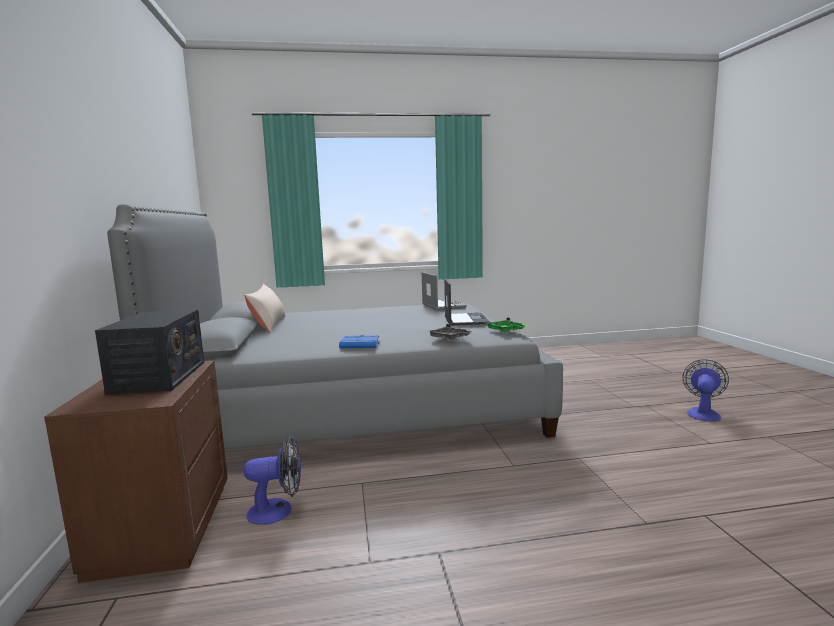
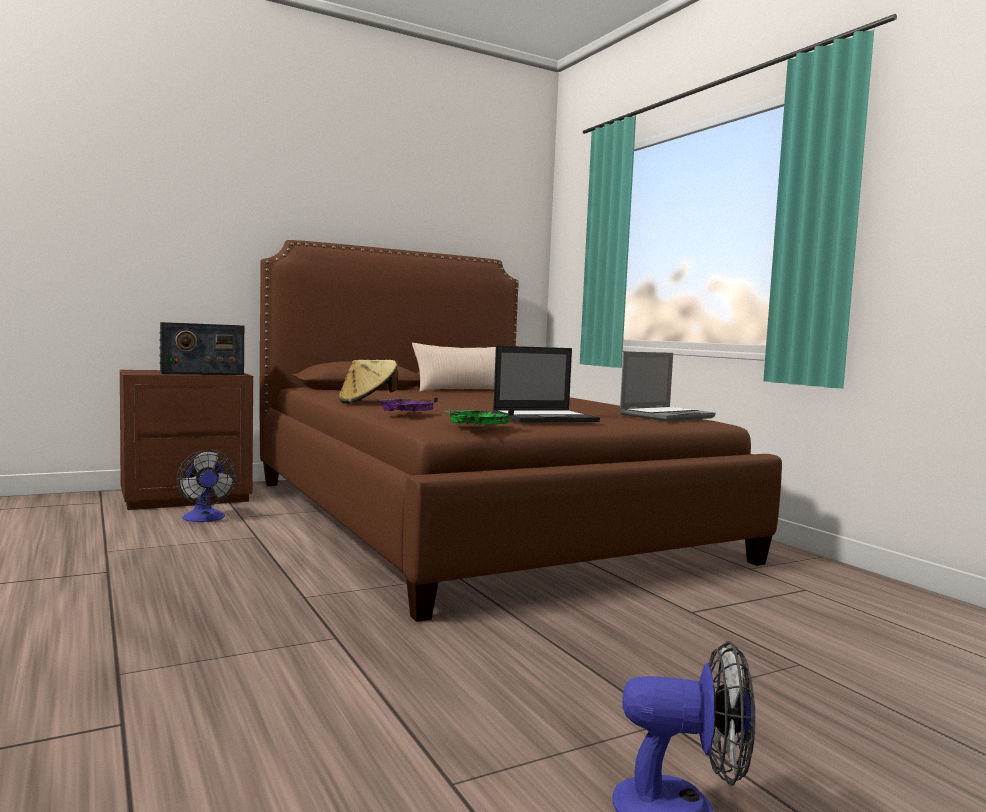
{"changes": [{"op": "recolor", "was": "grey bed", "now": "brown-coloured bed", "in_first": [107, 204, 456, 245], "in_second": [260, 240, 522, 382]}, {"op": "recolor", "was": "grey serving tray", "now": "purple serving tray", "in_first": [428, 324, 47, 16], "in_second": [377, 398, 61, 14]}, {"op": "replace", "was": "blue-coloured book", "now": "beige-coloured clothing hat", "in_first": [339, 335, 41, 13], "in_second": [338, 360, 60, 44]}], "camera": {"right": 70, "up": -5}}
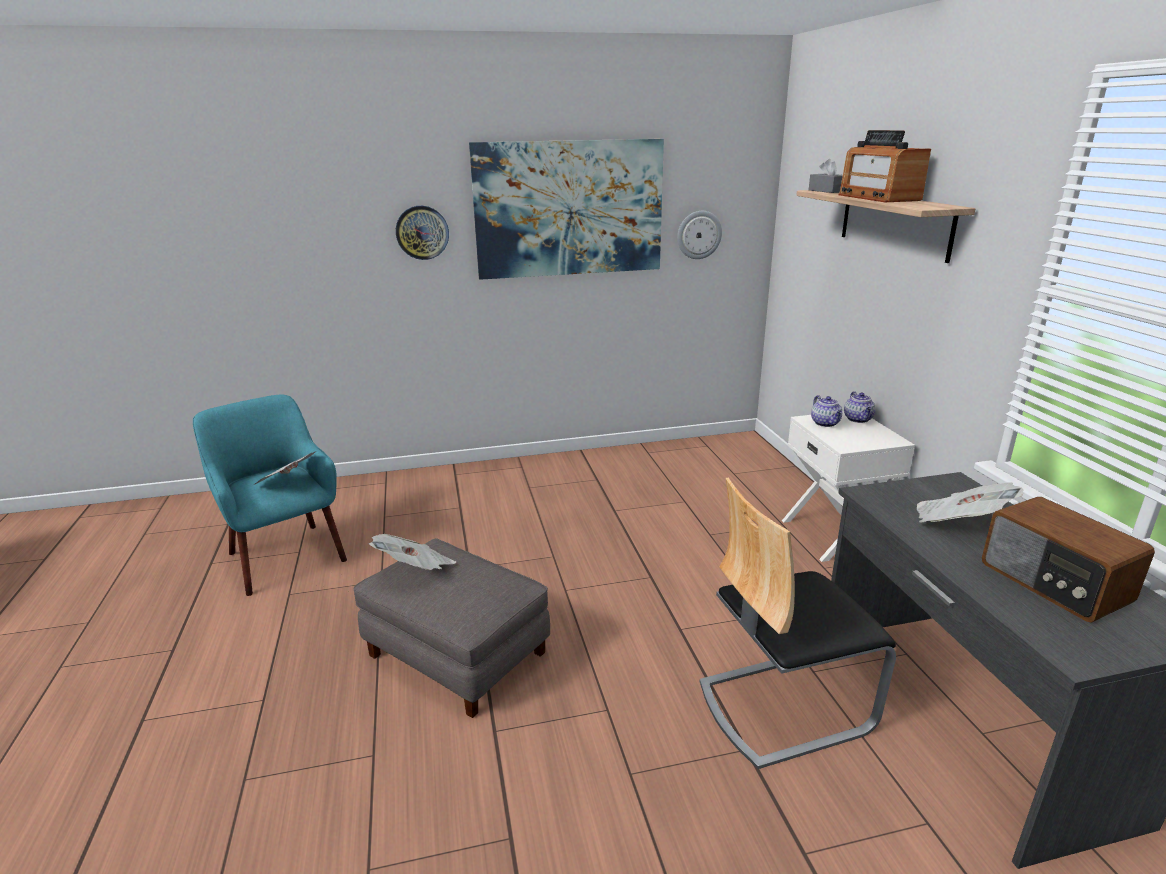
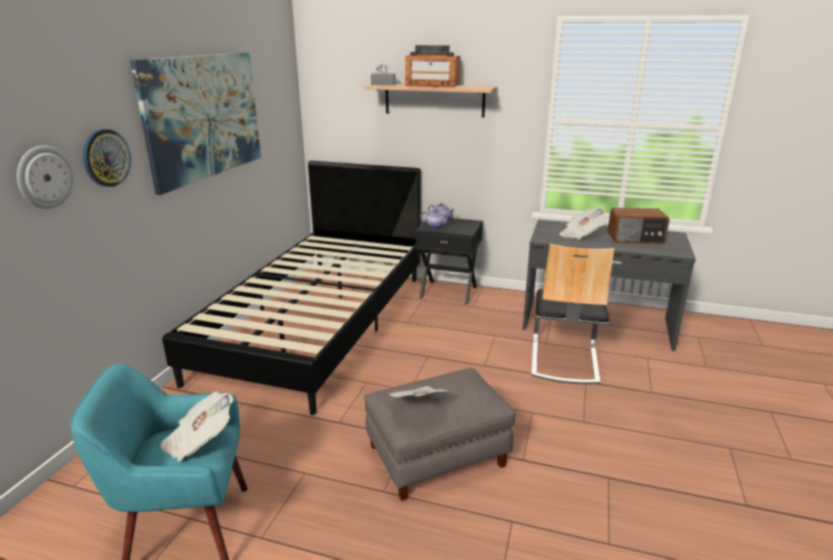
{"changes": [{"op": "move", "was": "hanging clock", "in_first": [677, 211, 45, 48], "in_second": [17, 145, 57, 64]}, {"op": "recolor", "was": "white-coloured bedside table", "now": "blackish bedside table", "in_first": [782, 411, 133, 151], "in_second": [416, 218, 67, 87]}, {"op": "insert", "now": "blackish bed", "in_second": [162, 161, 258, 254]}], "camera": {"right": -60, "up": 0}}
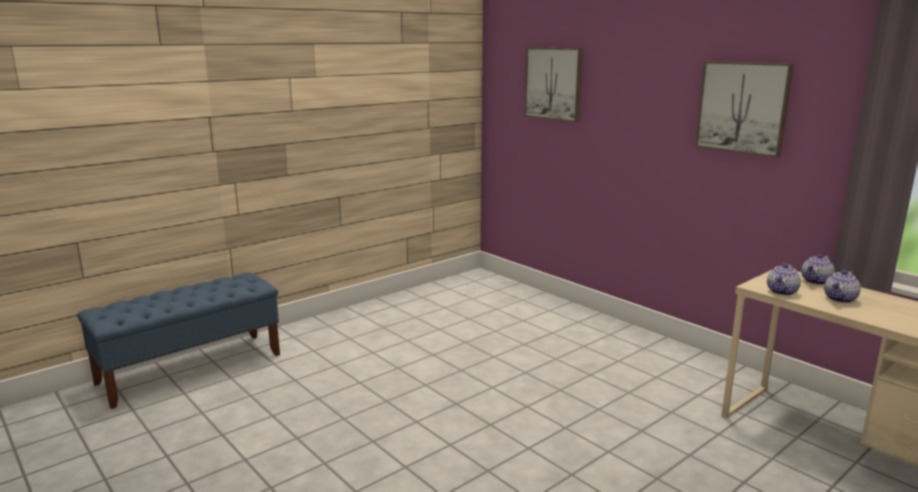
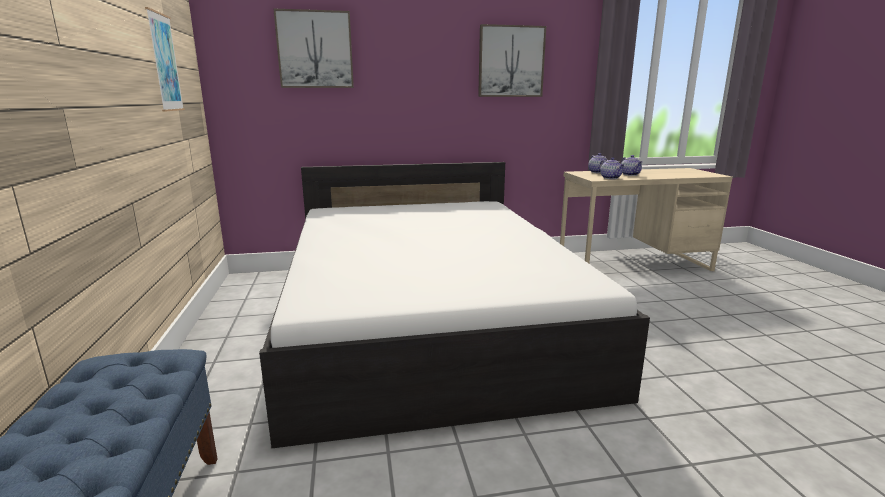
{"changes": [{"op": "insert", "now": "wall art", "in_second": [145, 7, 40, 105]}, {"op": "insert", "now": "white-coloured bed", "in_second": [259, 162, 391, 286]}], "camera": {"right": -60, "up": 0}}
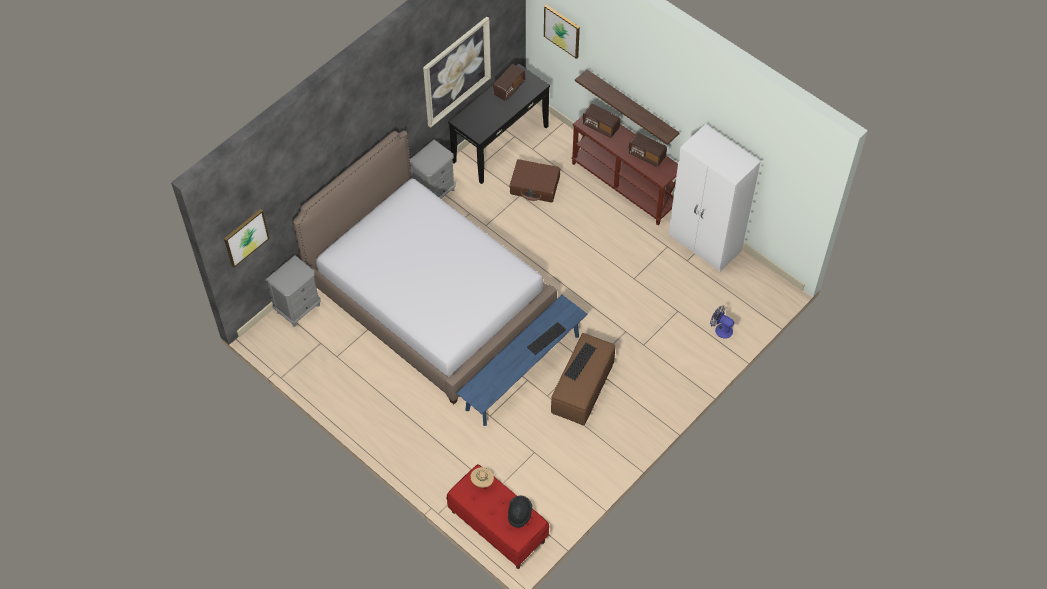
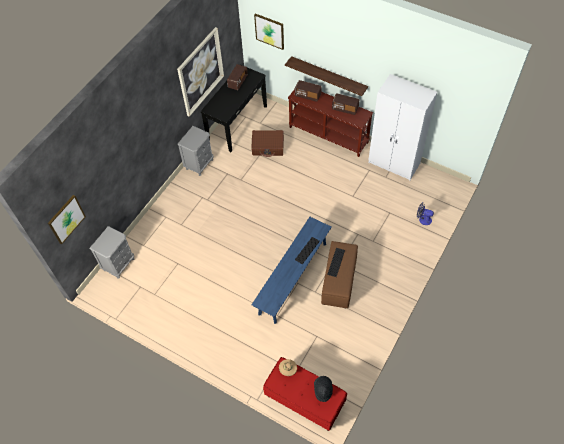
{"changes": [{"op": "delete", "was": "bed", "in_first": [293, 131, 264, 274]}], "camera": {"right": -10, "up": 0}}
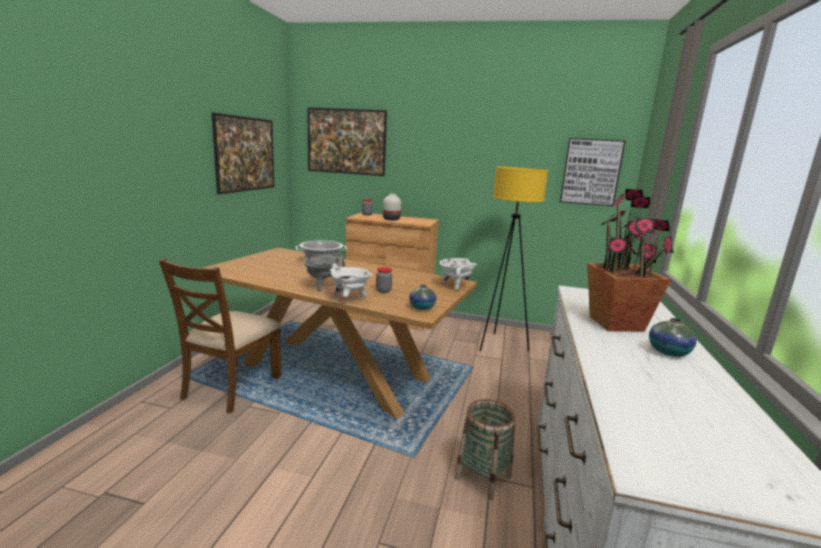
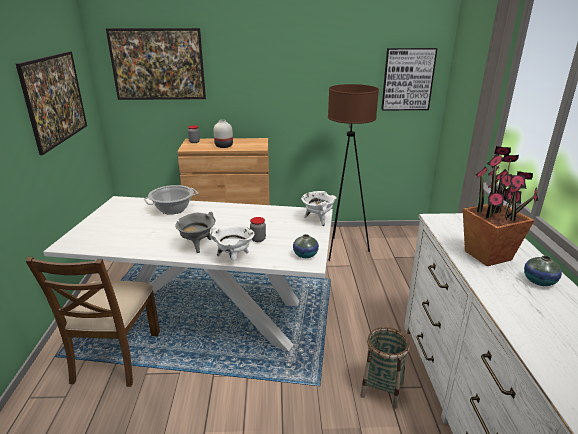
{"changes": [{"op": "recolor", "was": "yellow-coloured floor lamp", "now": "brown-coloured floor lamp", "in_first": [479, 167, 69, 184], "in_second": [328, 84, 51, 177]}, {"op": "recolor", "was": "brown-coloured kitchen table", "now": "white-coloured kitchen table", "in_first": [204, 248, 273, 171], "in_second": [43, 196, 290, 155]}], "camera": {"right": -15, "up": 10}}
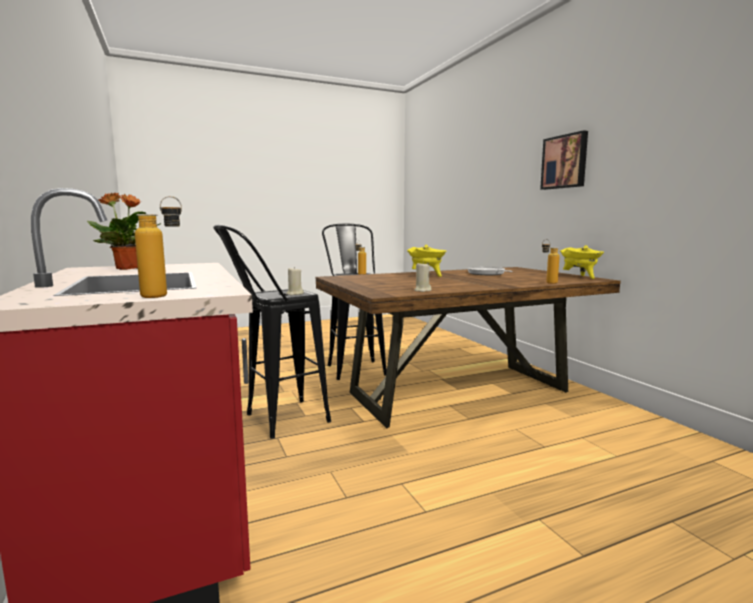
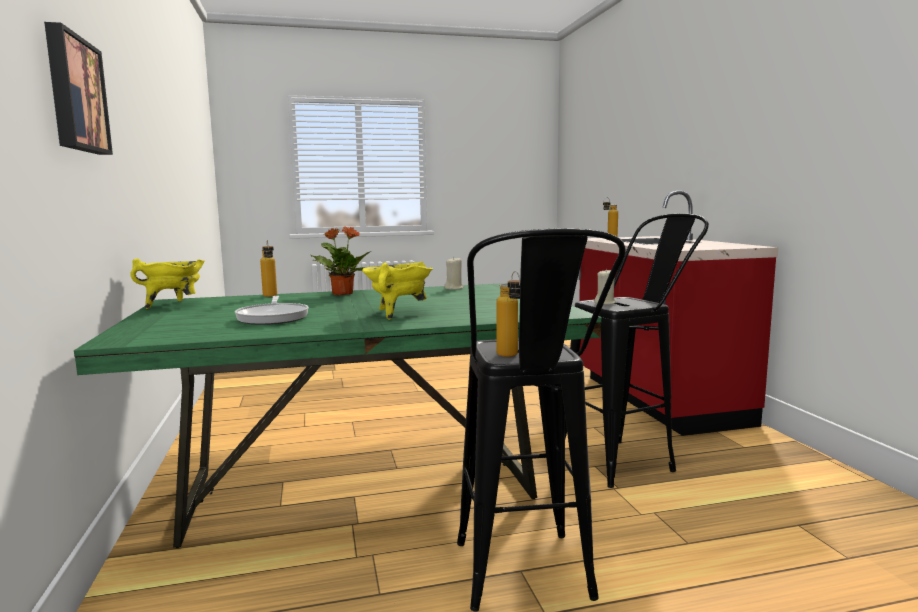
{"changes": [{"op": "move", "was": "plant in a pot", "in_first": [87, 193, 74, 77], "in_second": [311, 226, 60, 69]}, {"op": "recolor", "was": "brown-coloured kitchen table", "now": "green kitchen table", "in_first": [316, 267, 305, 161], "in_second": [74, 283, 527, 265]}], "camera": {"right": -170, "up": 0}}
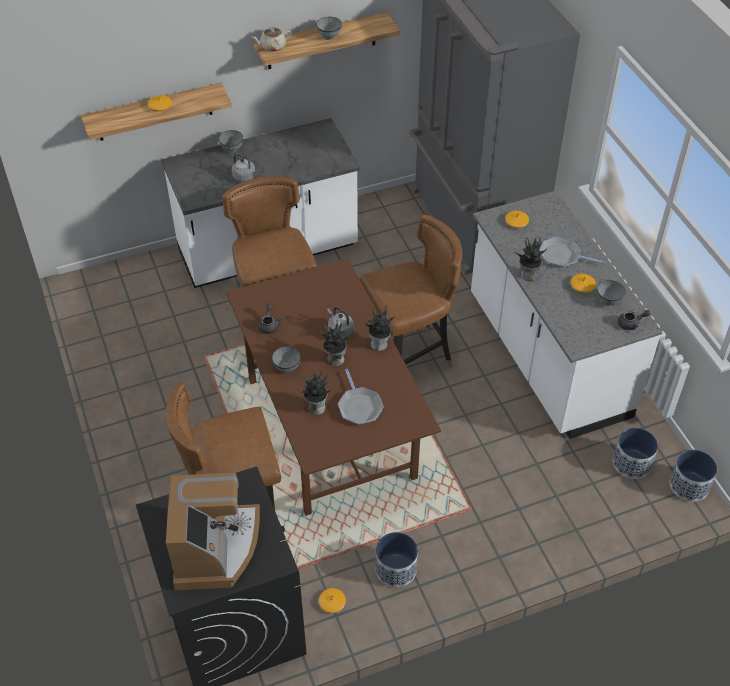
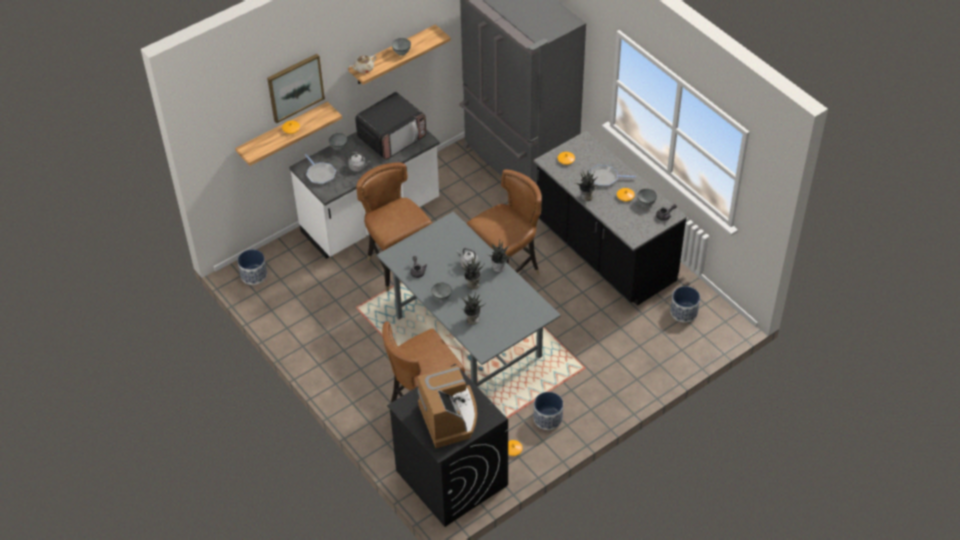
{"changes": [{"op": "recolor", "was": "white-coloured kitchen counter", "now": "blackish kitchen counter", "in_first": [471, 191, 191, 248], "in_second": [534, 131, 153, 175]}, {"op": "recolor", "was": "brown-coloured kitchen table", "now": "grey kitchen table", "in_first": [226, 258, 215, 258], "in_second": [377, 211, 184, 176]}, {"op": "move", "was": "skillet", "in_first": [338, 369, 46, 56], "in_second": [305, 154, 31, 31]}, {"op": "move", "was": "planter", "in_first": [670, 450, 47, 52], "in_second": [237, 249, 30, 36]}, {"op": "insert", "now": "wall art", "in_second": [267, 54, 58, 69]}, {"op": "insert", "now": "microwave oven", "in_second": [355, 92, 71, 68]}], "camera": {"right": -15, "up": 0}}
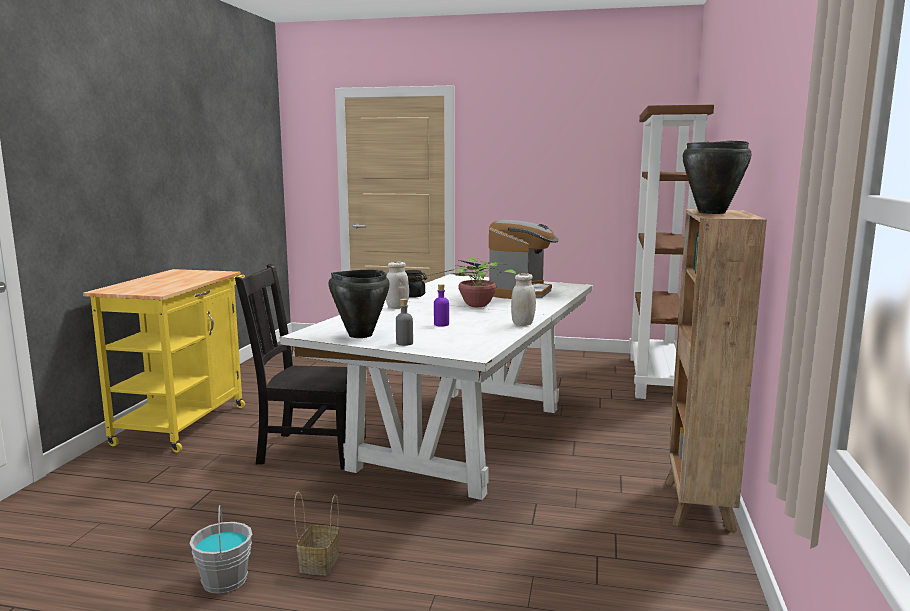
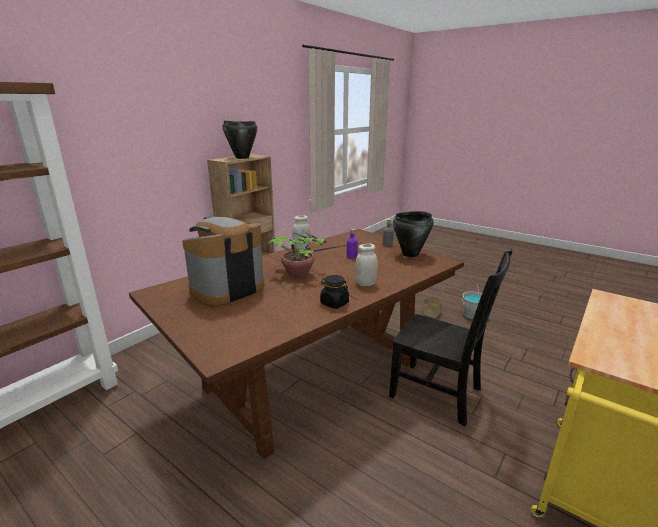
{"changes": [{"op": "recolor", "was": "white-coloured kitchen table", "now": "brown-coloured kitchen table", "in_first": [280, 274, 313, 226], "in_second": [129, 229, 335, 230]}], "camera": {"right": -155, "up": 10}}
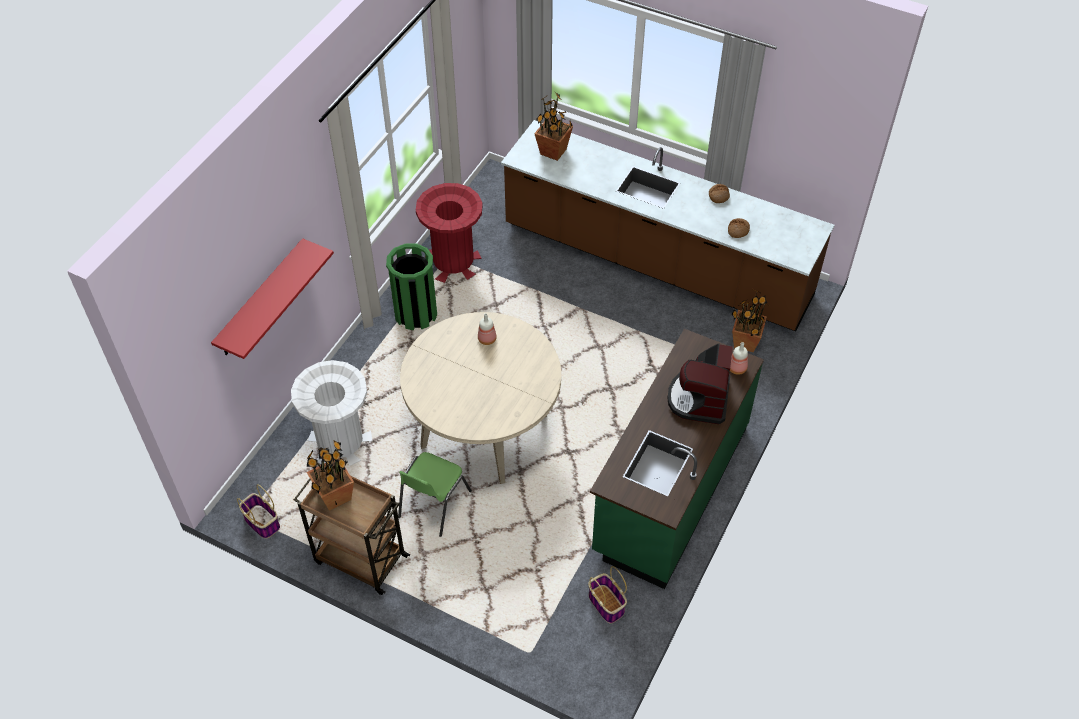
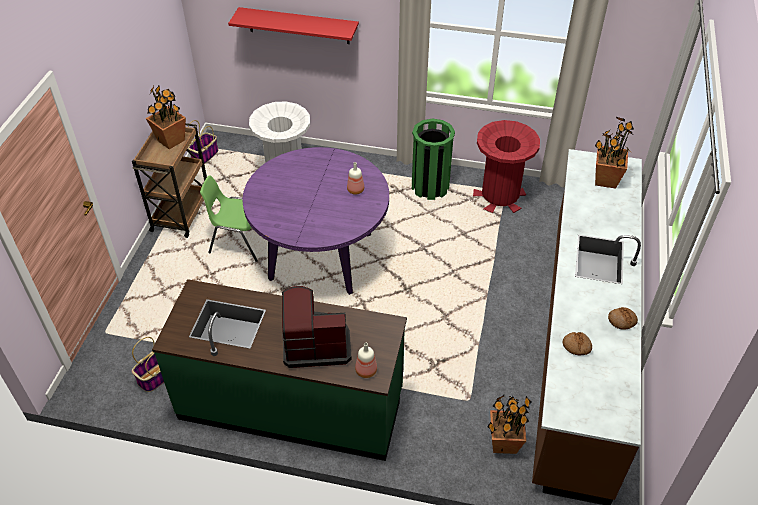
{"changes": [{"op": "recolor", "was": "beige-coloured kitchen table", "now": "purple kitchen table", "in_first": [400, 312, 161, 172], "in_second": [243, 147, 146, 148]}], "camera": {"right": 75, "up": -5}}
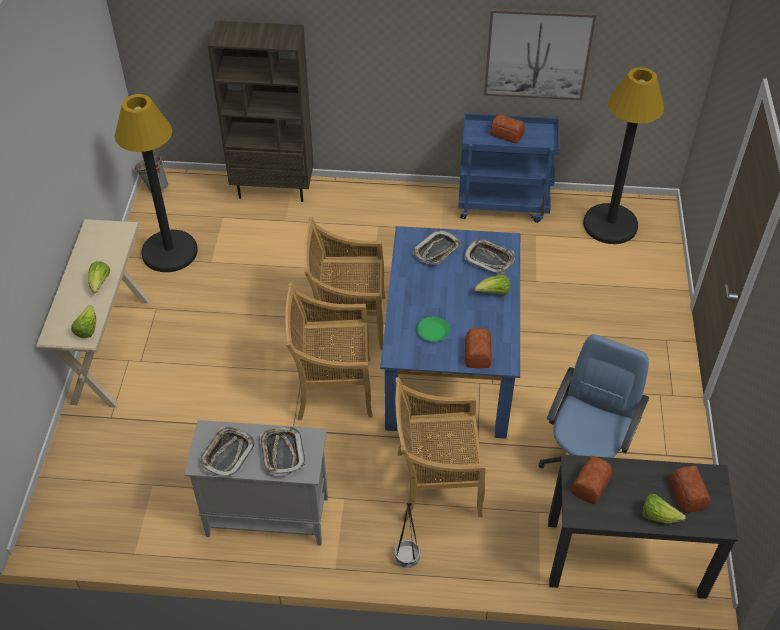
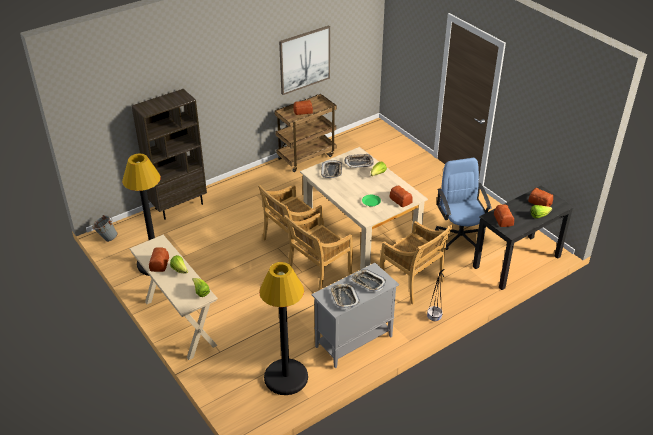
{"changes": [{"op": "move", "was": "blackish floor lamp", "in_first": [583, 67, 81, 177], "in_second": [259, 262, 49, 133]}, {"op": "recolor", "was": "blue-coloured wheeled cart", "now": "brown-coloured wheeled cart", "in_first": [458, 113, 102, 110], "in_second": [275, 94, 62, 78]}, {"op": "recolor", "was": "blue-coloured kitchen table", "now": "beige-coloured kitchen table", "in_first": [380, 226, 140, 212], "in_second": [300, 147, 128, 123]}, {"op": "rotate", "was": "beige-coloured chair", "in_first": [395, 377, 90, 145], "in_second": [380, 221, 73, 84], "clockwise": -90}, {"op": "insert", "now": "baked bread", "in_second": [149, 247, 20, 25]}], "camera": {"right": -40, "up": -10}}
